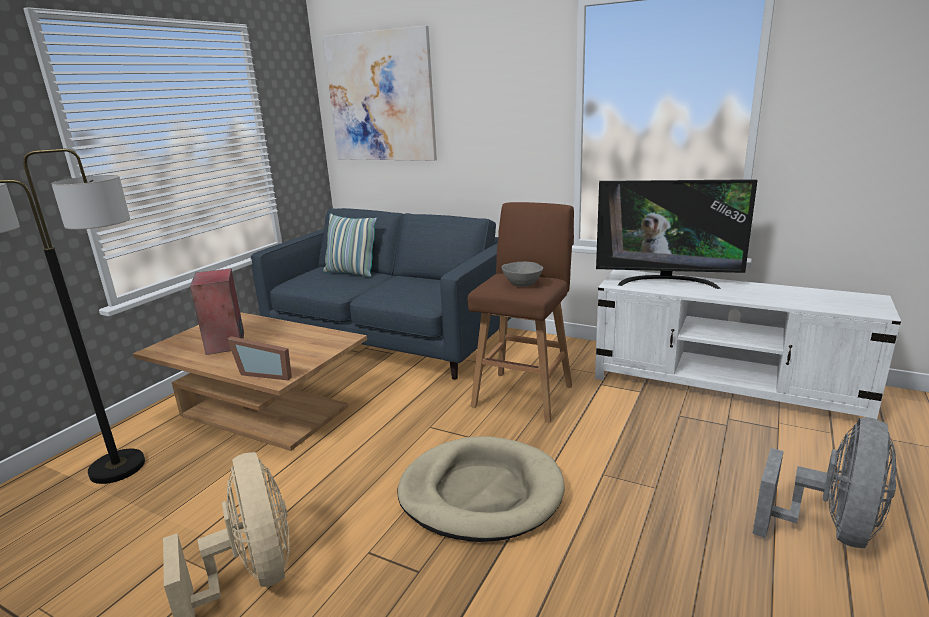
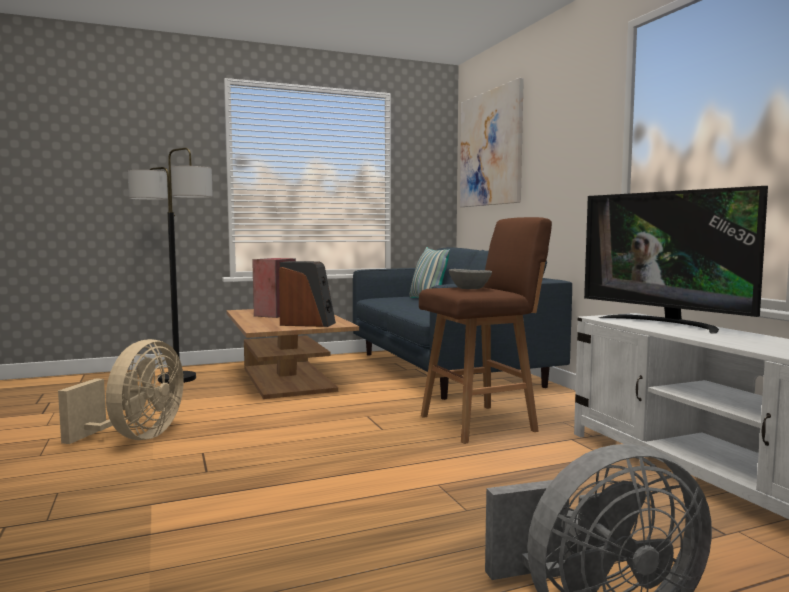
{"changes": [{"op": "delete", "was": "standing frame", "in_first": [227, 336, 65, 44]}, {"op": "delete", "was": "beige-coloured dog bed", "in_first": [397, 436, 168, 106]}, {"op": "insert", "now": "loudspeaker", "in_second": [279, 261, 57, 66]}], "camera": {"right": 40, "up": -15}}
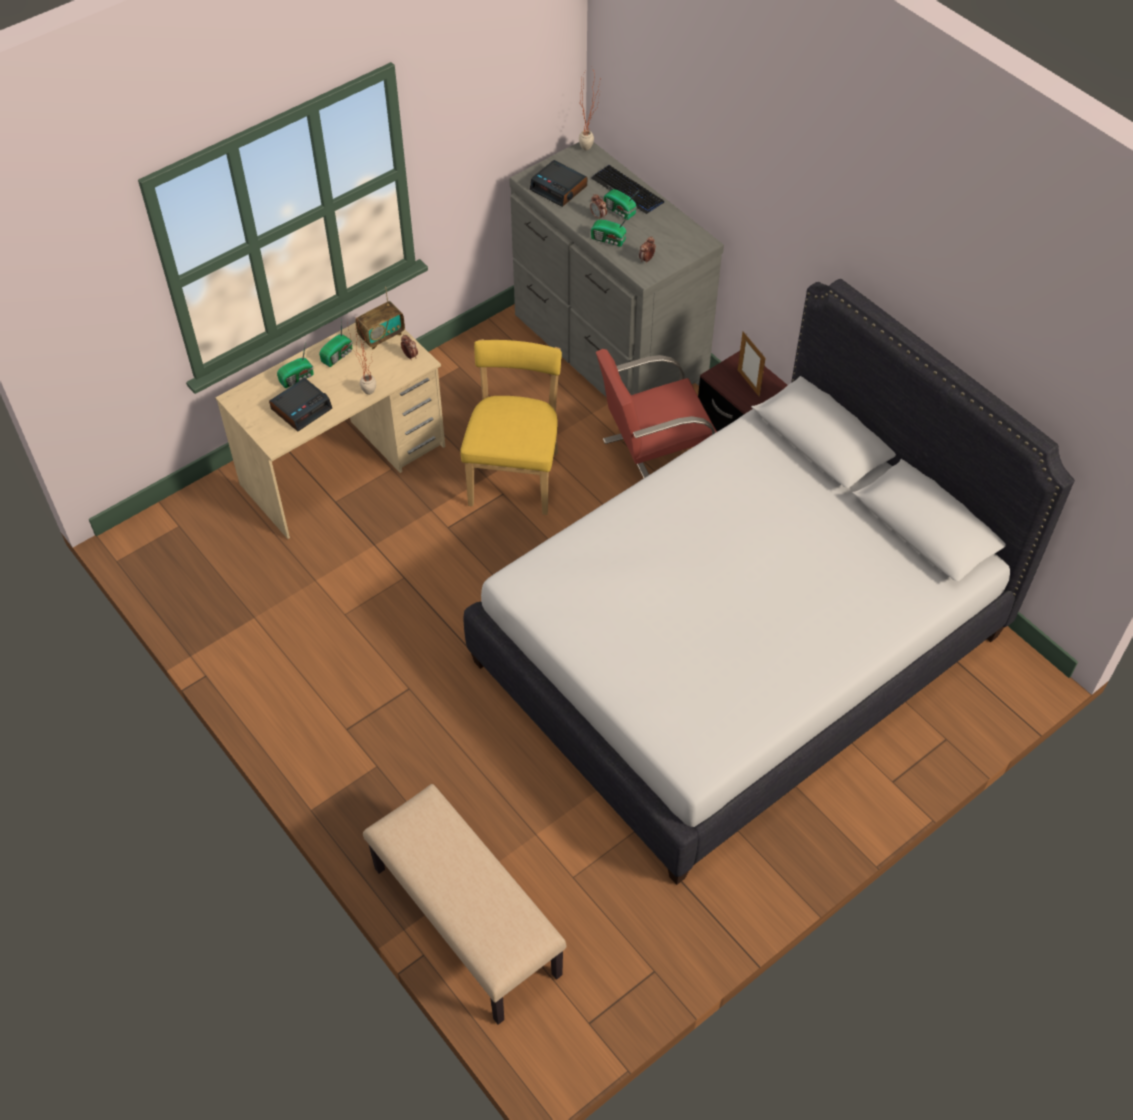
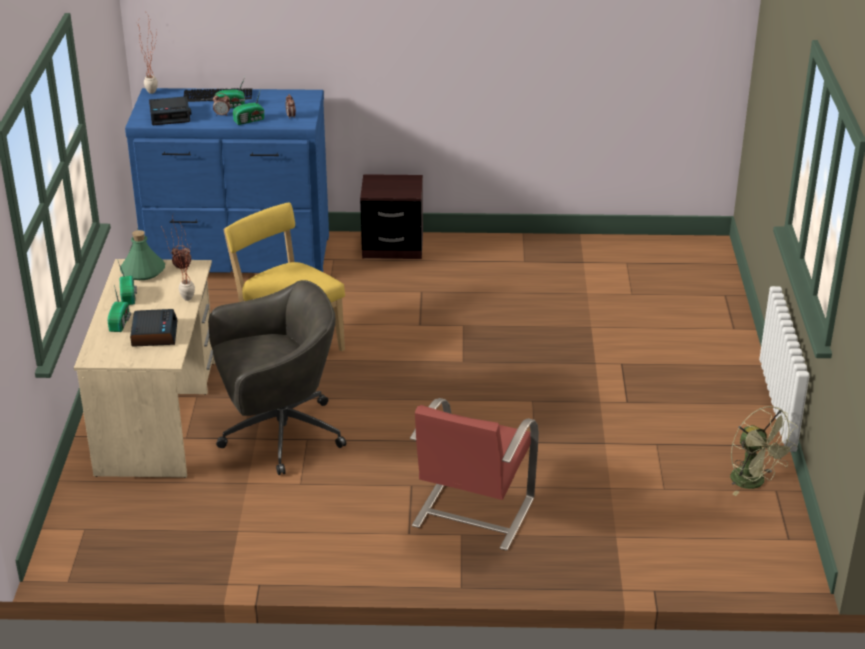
{"changes": [{"op": "recolor", "was": "grey chest of drawers", "now": "blue-coloured chest of drawers", "in_first": [509, 142, 215, 256], "in_second": [125, 88, 204, 185]}, {"op": "delete", "was": "white-coloured bed", "in_first": [463, 279, 612, 606]}, {"op": "replace", "was": "radio", "now": "green beverage bottle", "in_first": [355, 287, 50, 63], "in_second": [120, 230, 45, 50]}, {"op": "delete", "was": "standing frame", "in_first": [738, 332, 27, 65]}, {"op": "move", "was": "red chair", "in_first": [596, 349, 121, 129], "in_second": [410, 398, 129, 153]}, {"op": "delete", "was": "beige-coloured indoor bench", "in_first": [363, 784, 203, 241]}, {"op": "insert", "now": "grey desk chair", "in_second": [208, 280, 138, 195]}, {"op": "insert", "now": "green electric fan", "in_second": [730, 406, 68, 90]}], "camera": {"right": -50, "up": -20}}
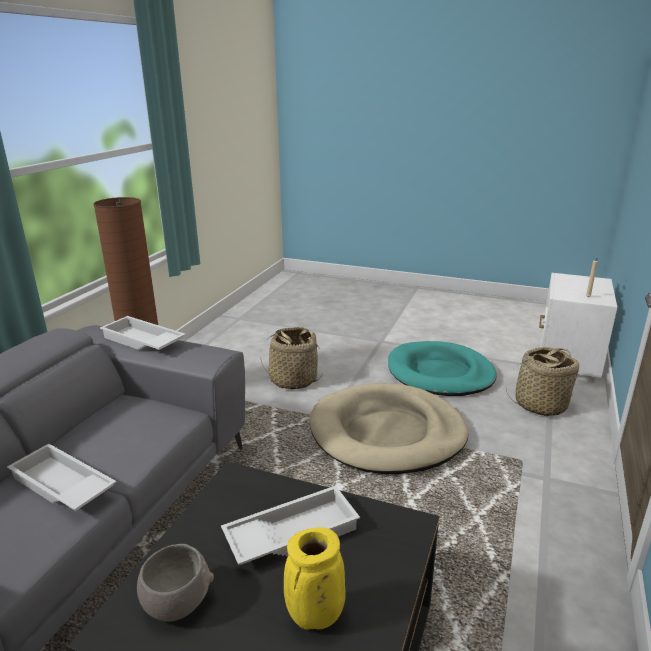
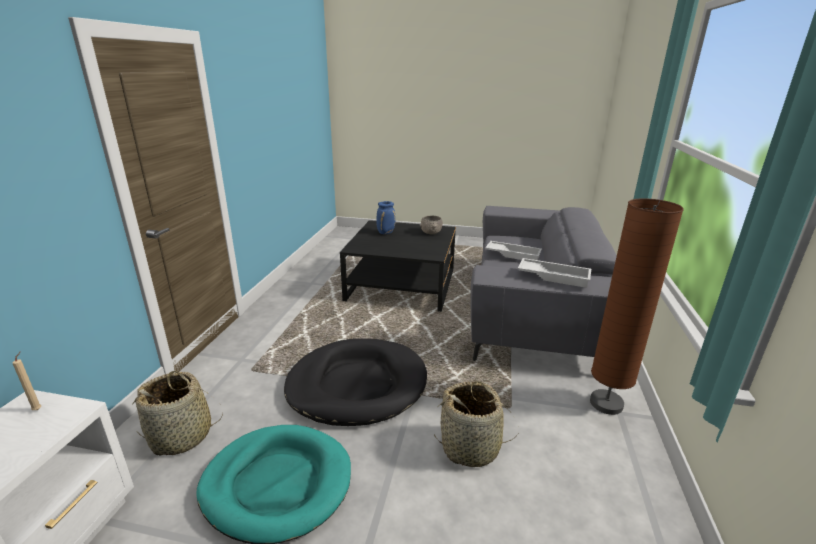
{"changes": [{"op": "recolor", "was": "beige-coloured dog bed", "now": "blackish dog bed", "in_first": [309, 383, 159, 91], "in_second": [284, 338, 143, 88]}, {"op": "delete", "was": "white-coloured serving tray", "in_first": [221, 486, 139, 79]}, {"op": "recolor", "was": "yellow-coloured decorative vase", "now": "blue-coloured decorative vase", "in_first": [284, 527, 62, 103], "in_second": [376, 201, 20, 33]}], "camera": {"right": 170, "up": 0}}
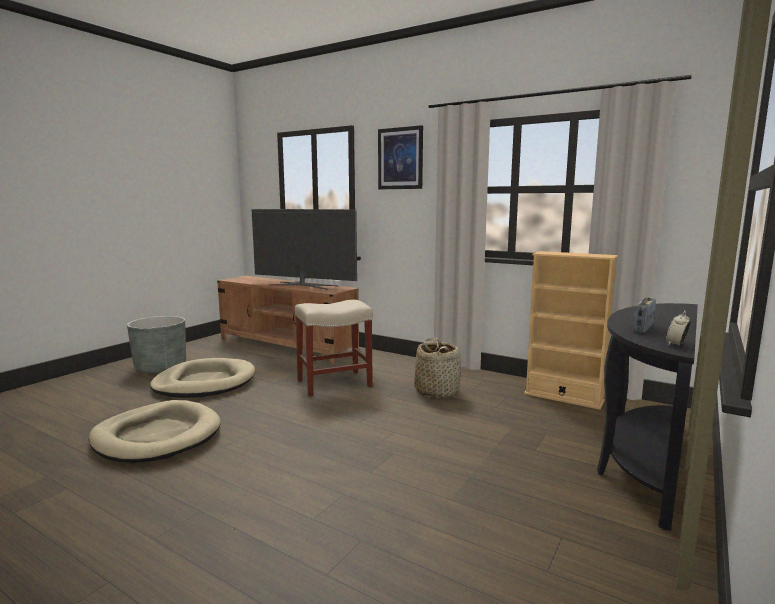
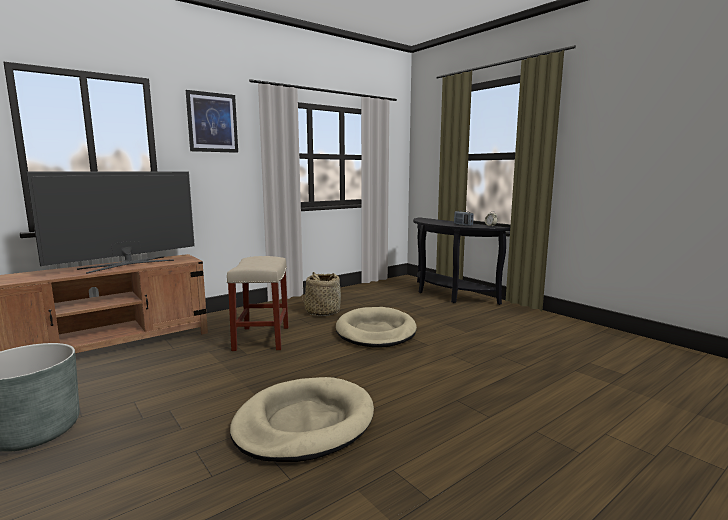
{"changes": [{"op": "delete", "was": "beige-coloured bookshelf", "in_first": [524, 251, 94, 159]}, {"op": "move", "was": "beige-coloured dog bed", "in_first": [150, 358, 105, 40], "in_second": [336, 307, 81, 41]}], "camera": {"right": -70, "up": 0}}
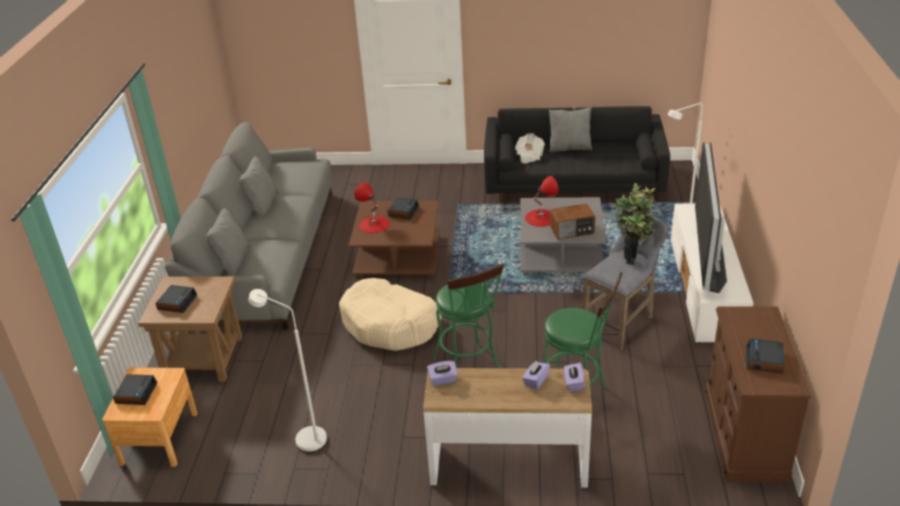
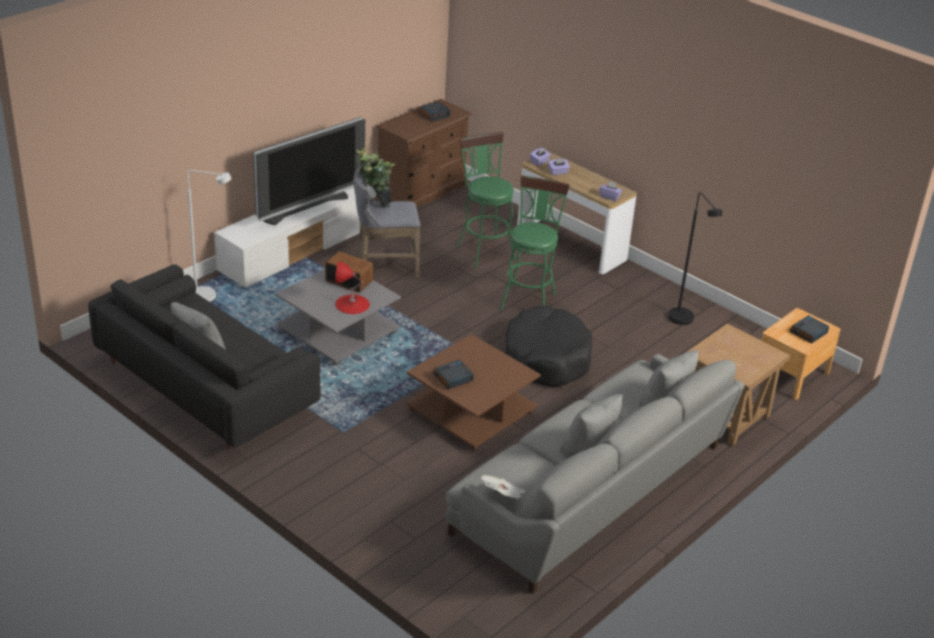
{"changes": [{"op": "move", "was": "newspaper", "in_first": [515, 133, 30, 30], "in_second": [481, 475, 44, 24]}, {"op": "delete", "was": "red lamp for a table", "in_first": [355, 182, 35, 51]}, {"op": "recolor", "was": "beige-coloured dog bed", "now": "blackish dog bed", "in_first": [339, 278, 103, 73], "in_second": [505, 305, 87, 82]}, {"op": "delete", "was": "bedside clock", "in_first": [155, 285, 42, 28]}, {"op": "recolor", "was": "white-coloured floor lamp", "now": "blackish floor lamp", "in_first": [249, 289, 78, 163], "in_second": [668, 192, 54, 133]}], "camera": {"right": -145, "up": 0}}
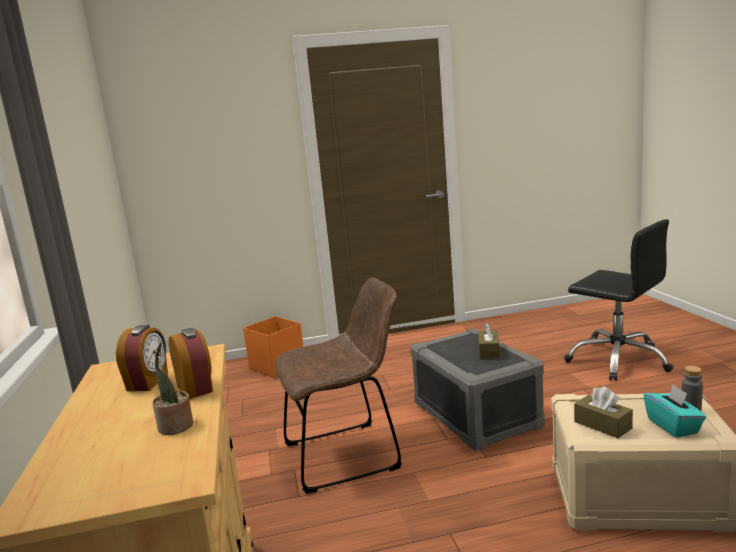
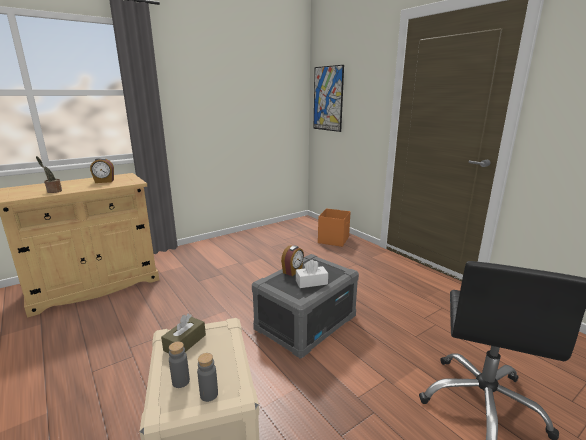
{"changes": [{"op": "delete", "was": "brown-coloured chair", "in_first": [275, 277, 127, 217]}, {"op": "recolor", "was": "brown-coloured tissue holder", "now": "white-coloured tissue holder", "in_first": [478, 322, 22, 37], "in_second": [296, 259, 32, 29]}, {"op": "move", "was": "bedside clock", "in_first": [169, 328, 44, 71], "in_second": [281, 245, 23, 31]}, {"op": "replace", "was": "turquoise tissue holder", "now": "grey beverage bottle", "in_first": [644, 385, 62, 53], "in_second": [169, 341, 21, 47]}, {"op": "insert", "now": "wall art", "in_second": [313, 65, 31, 67]}], "camera": {"right": 65, "up": 5}}
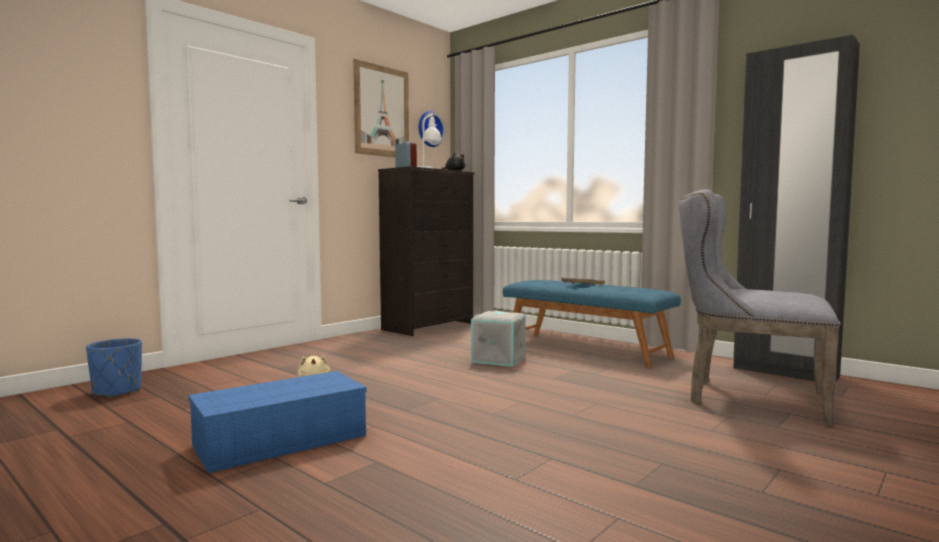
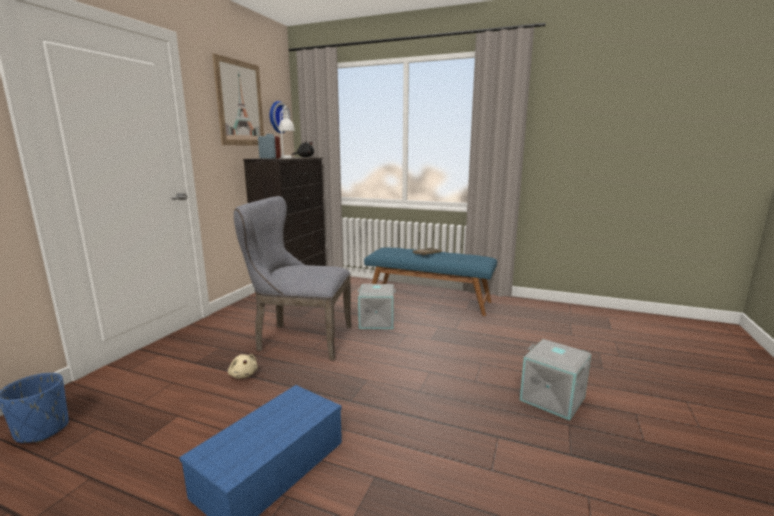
{"changes": [{"op": "delete", "was": "blackish clothes cupboard", "in_first": [734, 34, 126, 347]}, {"op": "move", "was": "grey chair", "in_first": [679, 189, 162, 237], "in_second": [234, 196, 118, 164]}, {"op": "insert", "now": "grey storage container", "in_second": [520, 339, 71, 81]}], "camera": {"right": -20, "up": 10}}
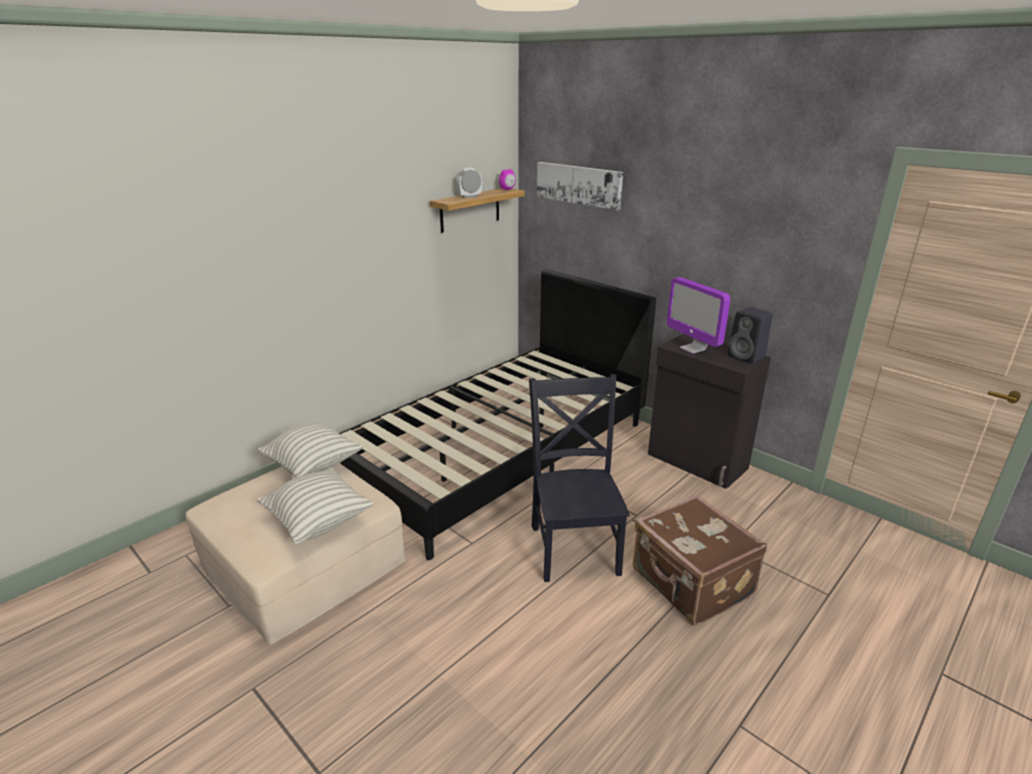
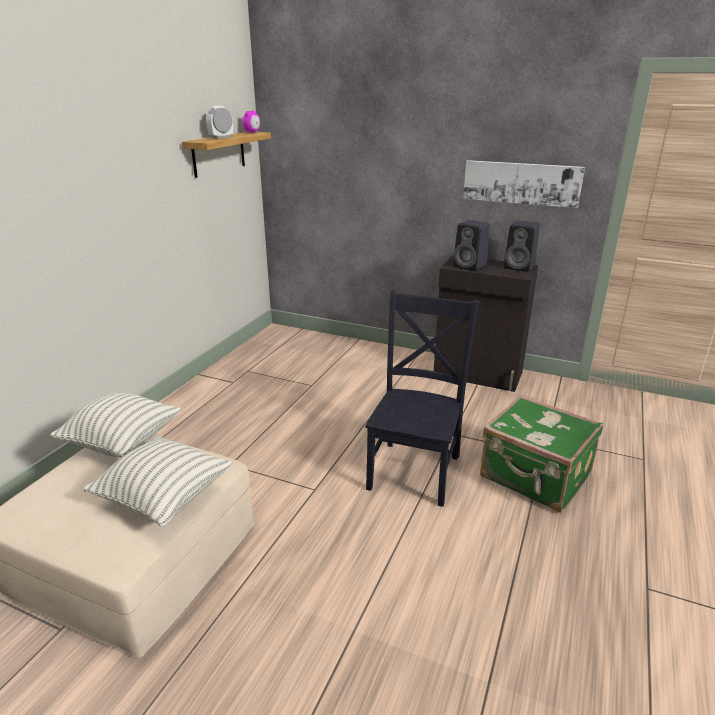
{"changes": [{"op": "move", "was": "wall art", "in_first": [537, 162, 86, 48], "in_second": [463, 160, 122, 48]}, {"op": "delete", "was": "blackish bed", "in_first": [339, 269, 318, 291]}, {"op": "replace", "was": "monitor", "now": "blackish loudspeaker", "in_first": [667, 277, 63, 77], "in_second": [453, 220, 37, 51]}, {"op": "rotate", "was": "blackish chair", "in_first": [529, 374, 101, 208], "in_second": [365, 290, 115, 217], "clockwise": 45}, {"op": "recolor", "was": "brown-coloured suitcase", "now": "green suitcase", "in_first": [633, 495, 134, 131], "in_second": [480, 395, 123, 118]}], "camera": {"right": -20, "up": 0}}
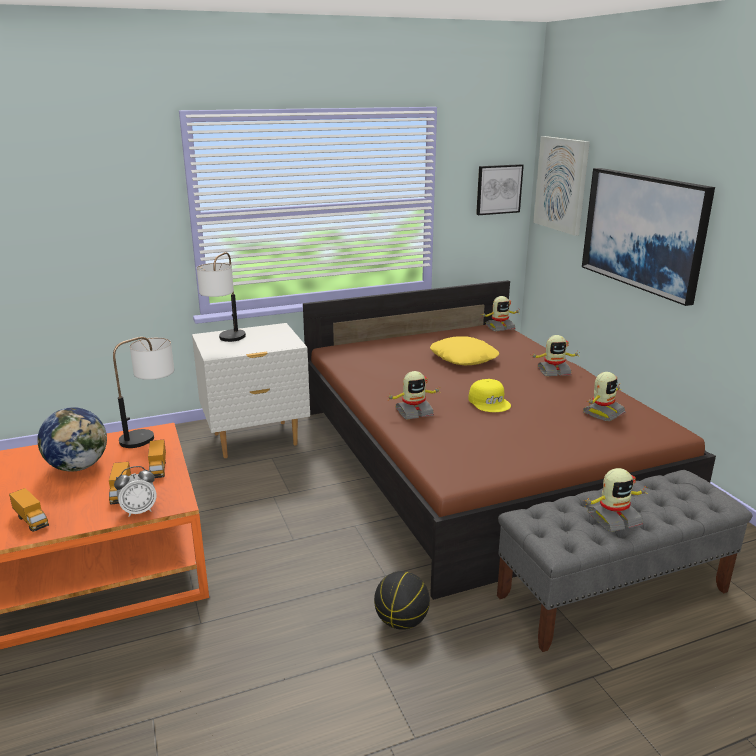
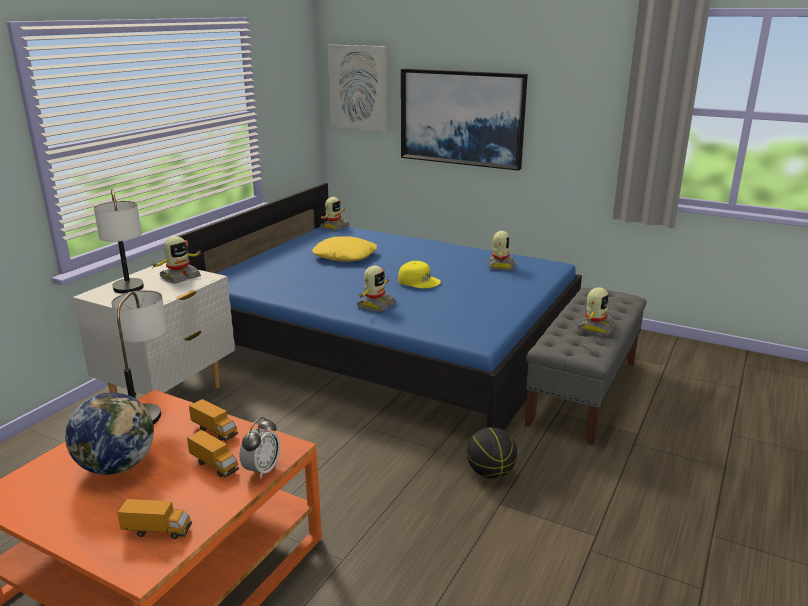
{"changes": [{"op": "delete", "was": "wall art", "in_first": [476, 164, 48, 51]}, {"op": "recolor", "was": "brown-coloured bed", "now": "blue-coloured bed", "in_first": [303, 280, 413, 320], "in_second": [178, 183, 404, 247]}, {"op": "move", "was": "model robot", "in_first": [531, 335, 50, 41], "in_second": [151, 236, 52, 48]}], "camera": {"right": -40, "up": 0}}
